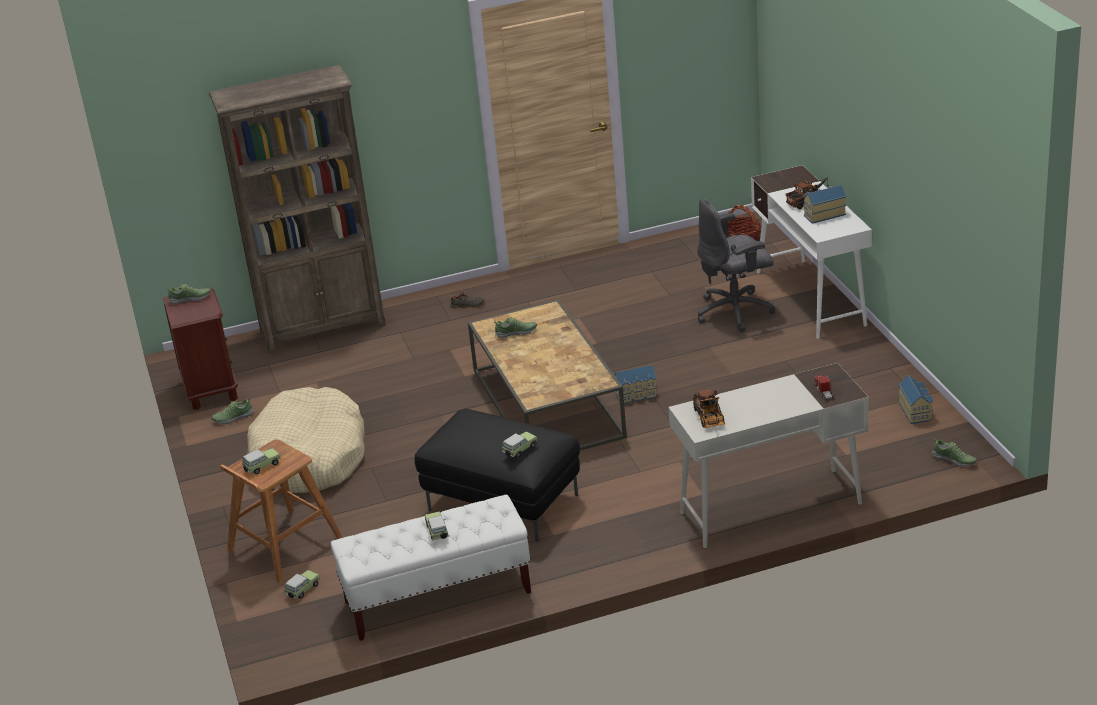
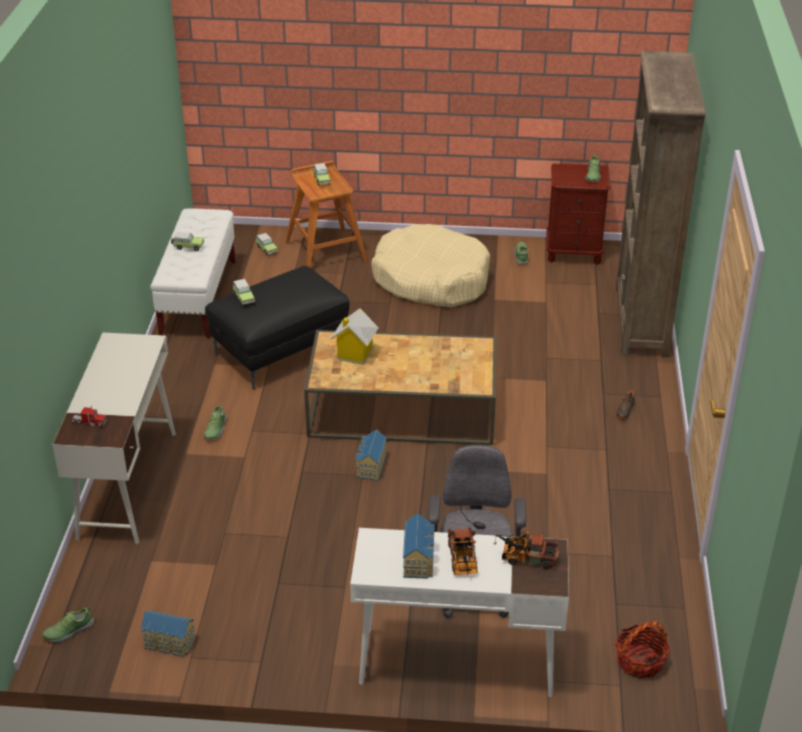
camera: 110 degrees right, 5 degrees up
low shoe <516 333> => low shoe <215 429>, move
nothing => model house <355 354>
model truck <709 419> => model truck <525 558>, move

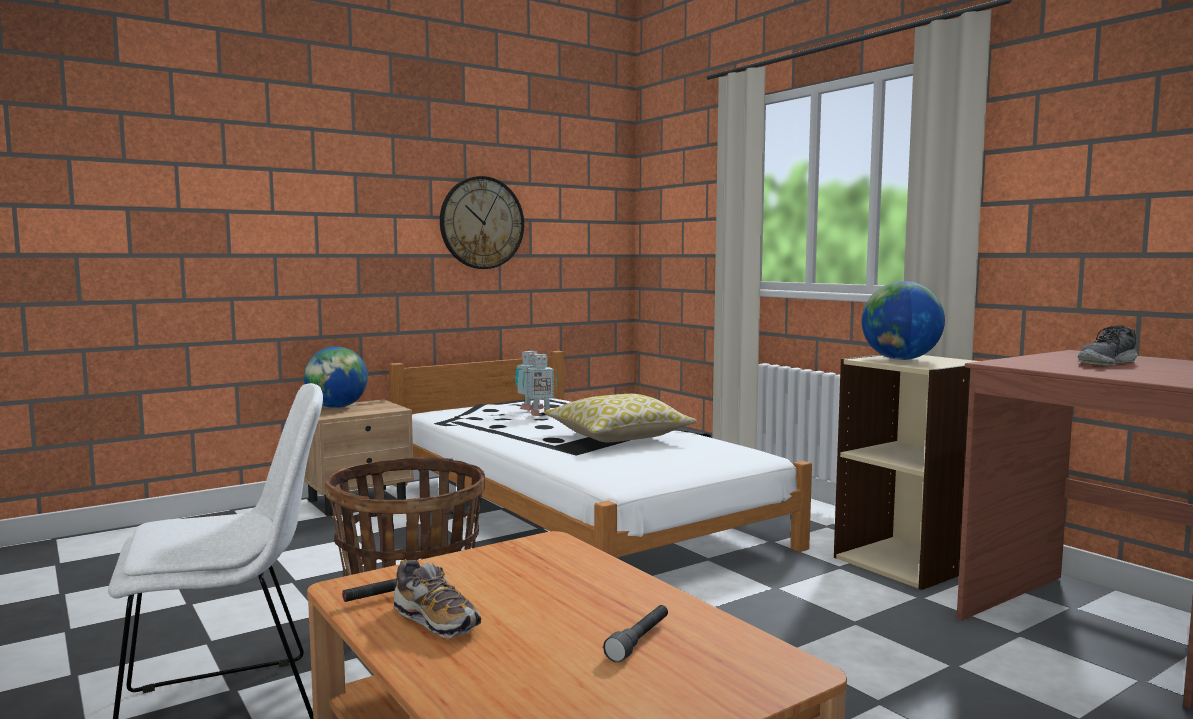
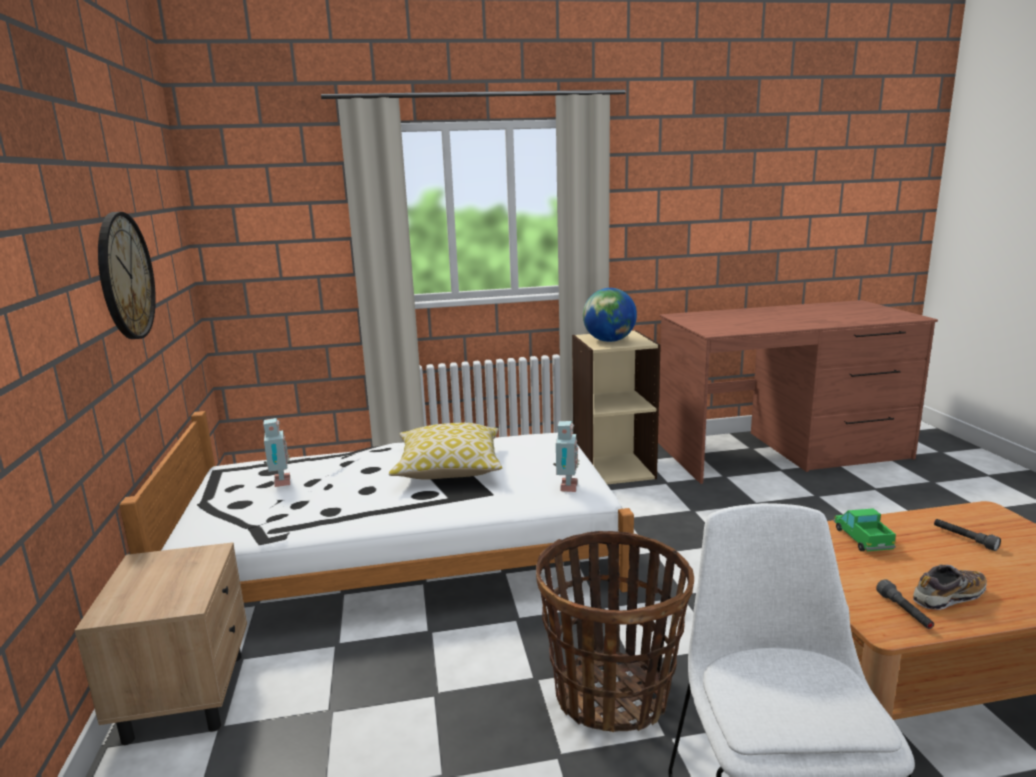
camera: 65 degrees left, 10 degrees up
robot figure <540 414> => robot figure <566 487>, move
nothing => model truck <862 539>
world globe <337 407> => nothing
low shoe <1107 363> => nothing

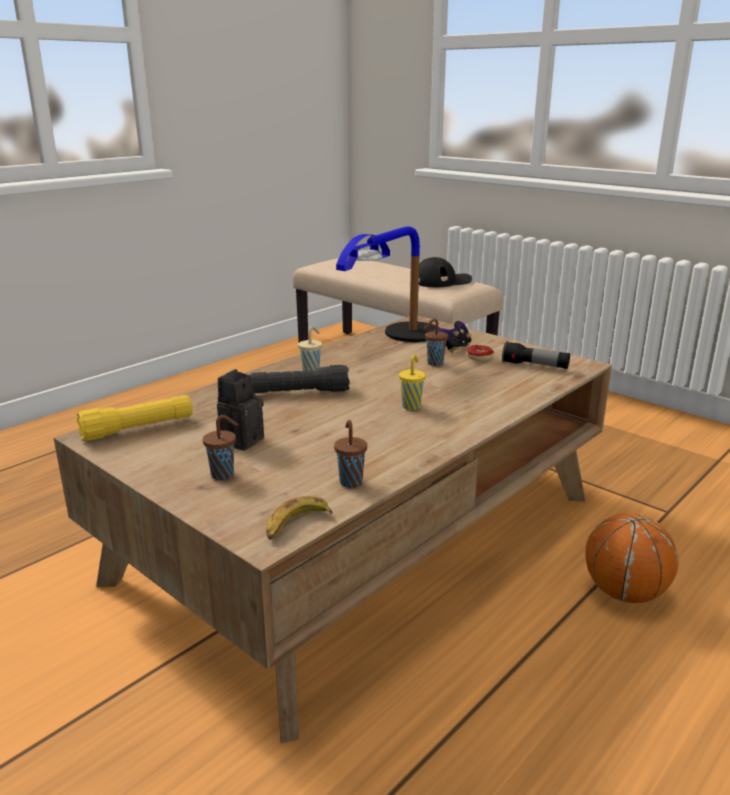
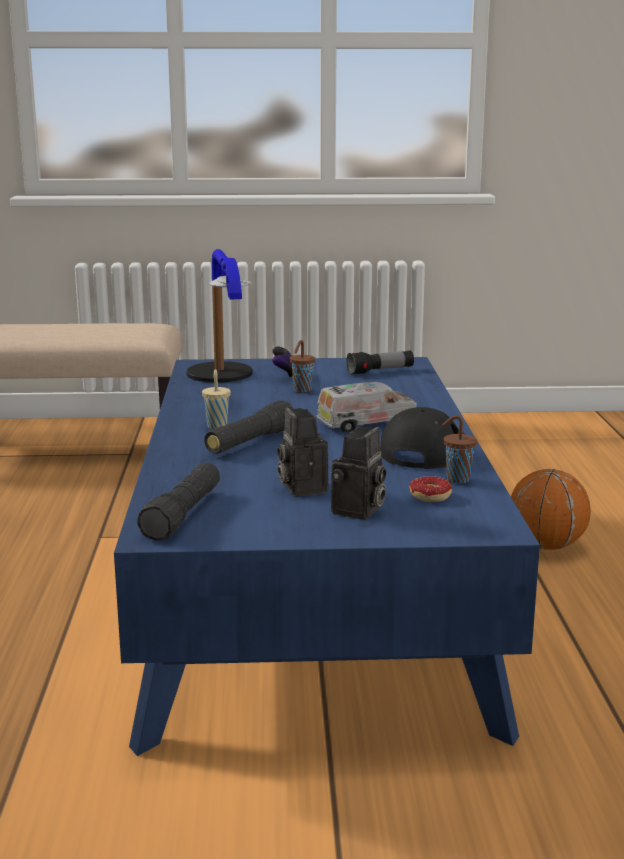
camera: 45 degrees left, 5 degrees down
coffee table in brown <366 536> => coffee table in blue-coloured <312 594>
flashlight in yellow <138 429> => flashlight in black <183 515>
cup in yellow <411 406> => model truck <366 423>
cup in brown <224 475> => photo camera <358 511>
cap in black <442 281> => cap in black <426 450>, move
doughnut <475 358> => doughnut <428 499>, move
whole banana <295 525> => nothing

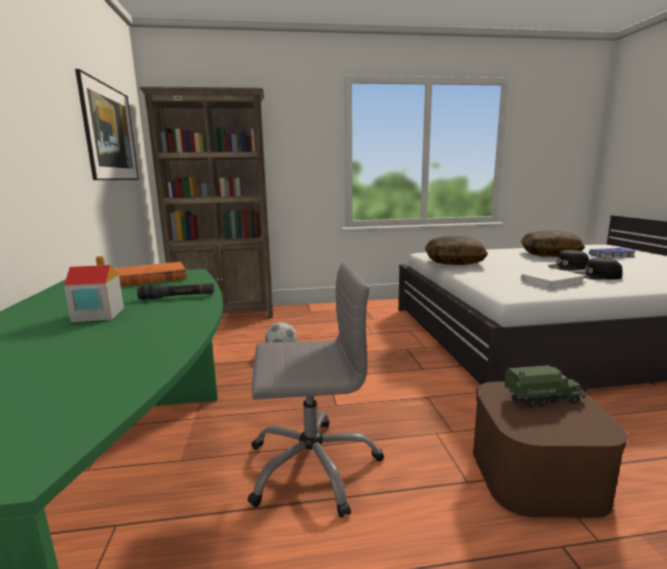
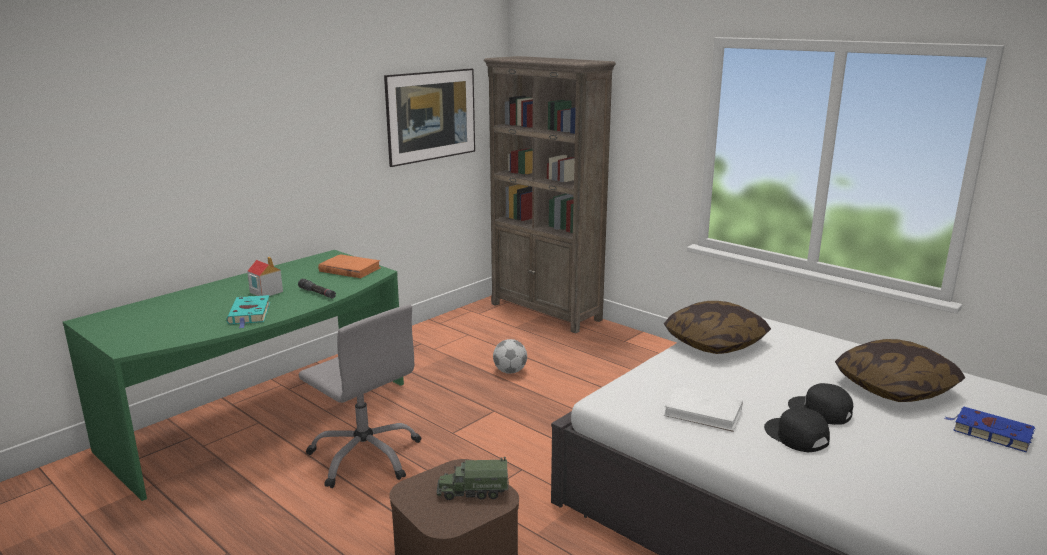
camera: 50 degrees right, 5 degrees up
nothing => bound book in turquoise-coloured <249 314>
model truck <543 398> => model truck <473 491>, 135 degrees clockwise

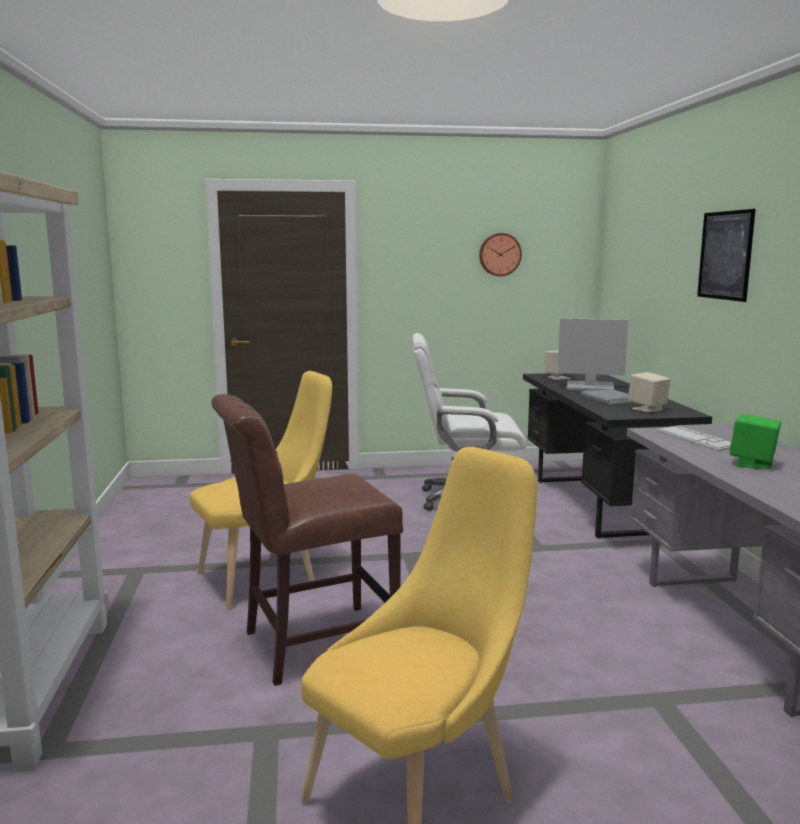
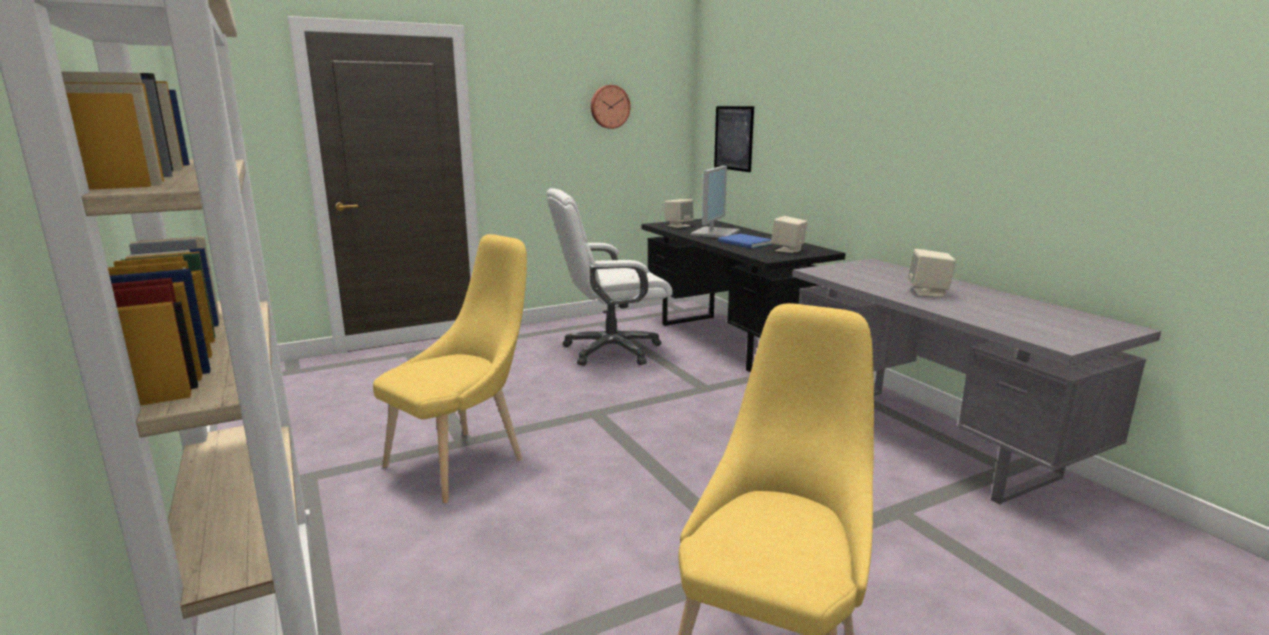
camera: 20 degrees left, 5 degrees up
monitor <589 387> => monitor <714 233>, 120 degrees clockwise
wall picture <725 255> => wall picture <733 138>, move
bound book in gray <609 399> => bound book in blue-coloured <745 243>
speaker in greenish <752 464> => speaker in sand-coloured <928 293>
plain chair in brown <311 644> => nothing
PC keyboard <696 439> => nothing

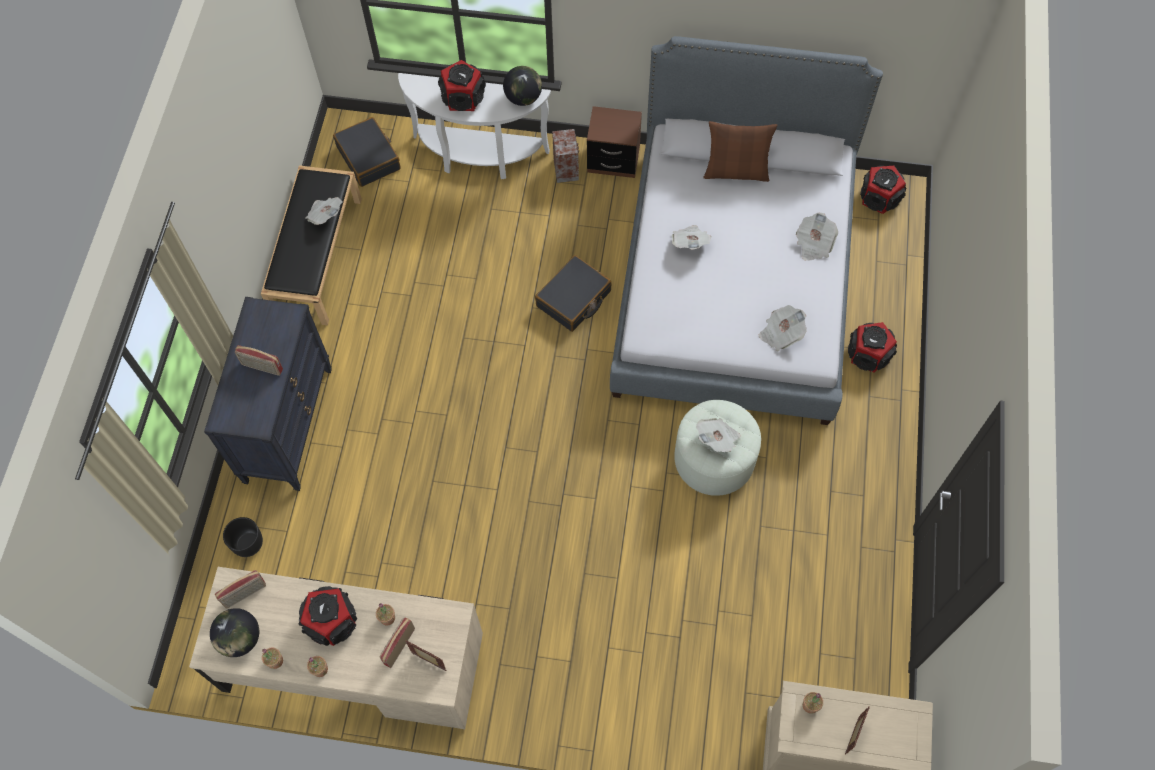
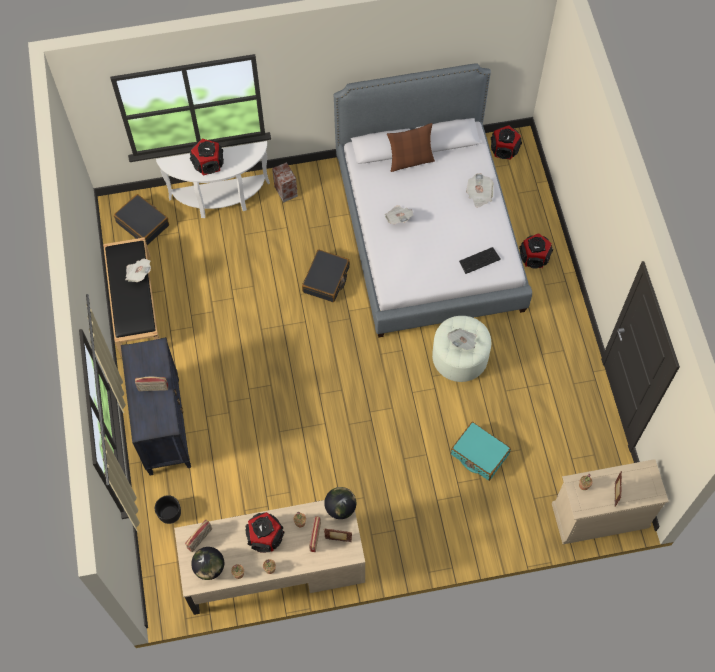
camera: 20 degrees left, 0 degrees up
world globe <523 98> => world globe <340 508>, move
nothing => piece of luggage in turquoise-coloured <479 454>
daily paper <780 333> => PC keyboard <479 261>
bedside table in brown <613 160> => nothing

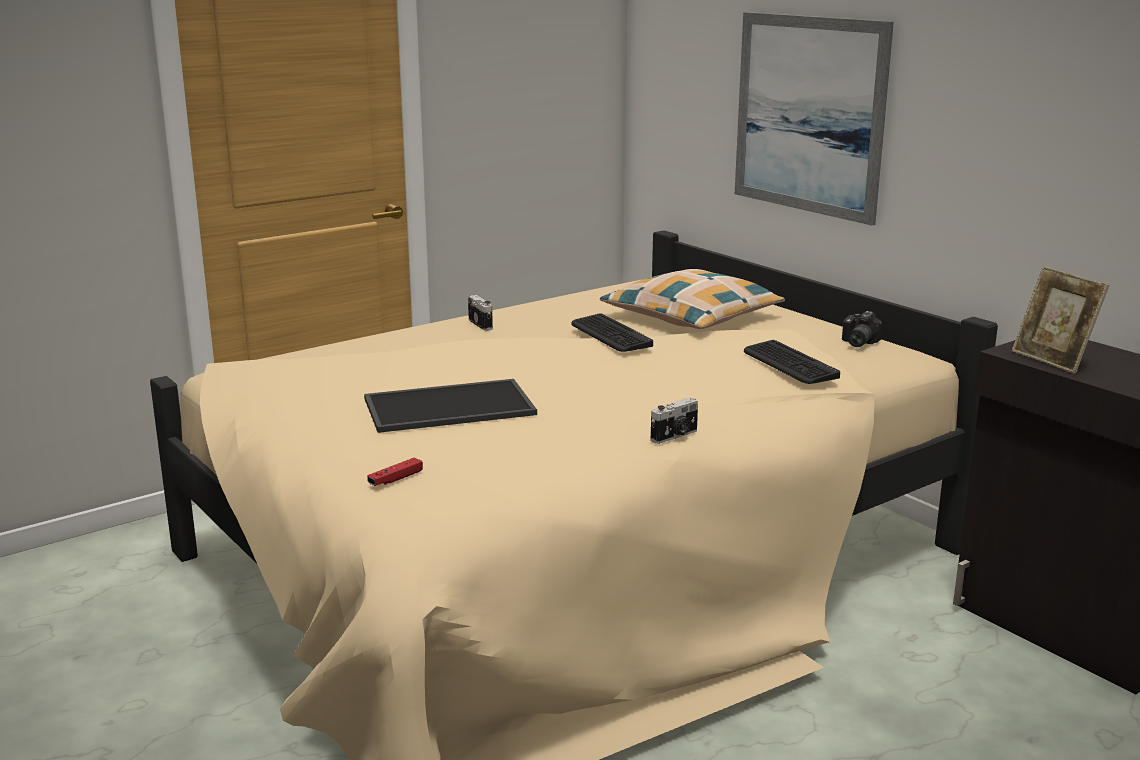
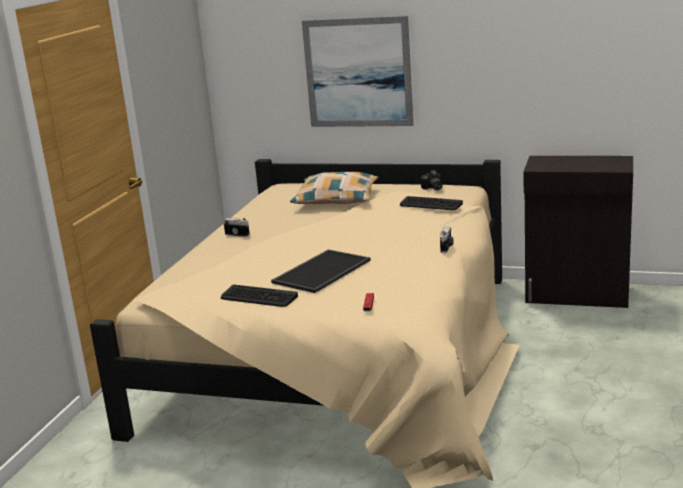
camera: 35 degrees left, 0 degrees up
PC keyboard <610 334> => PC keyboard <258 297>, move
photo frame <1052 360> => nothing

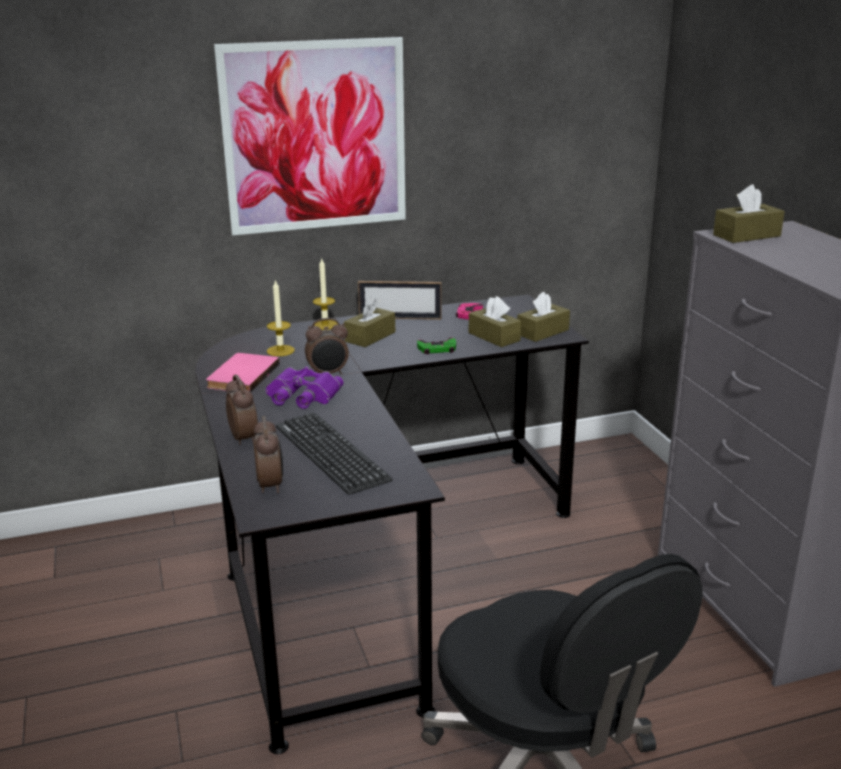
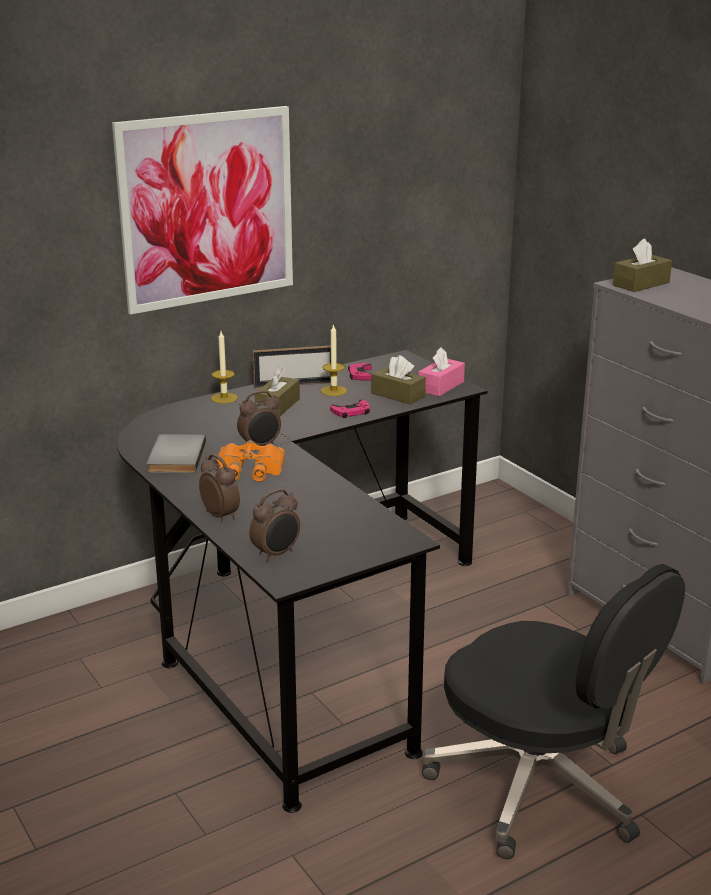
camera: 15 degrees left, 0 degrees up
bound book in pink-coloured <241 376> => bound book in gray <174 457>
field glasses in purple <301 396> => field glasses in orangey <248 470>
bedside clock <271 485> => bedside clock <276 554>, 75 degrees clockwise
wax candle <280 350> => wax candle <333 391>, move
gamepad in greenish <437 349> => gamepad in pink-coloured <351 412>
tissue box in brown <542 332> => tissue box in pink-coloured <441 386>
PC keyboard <331 453> => nothing

